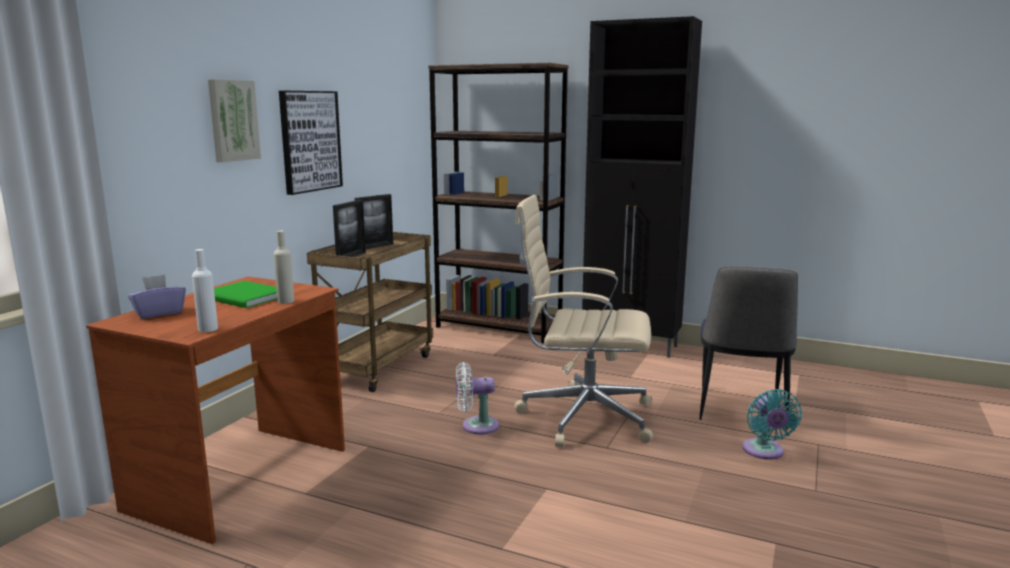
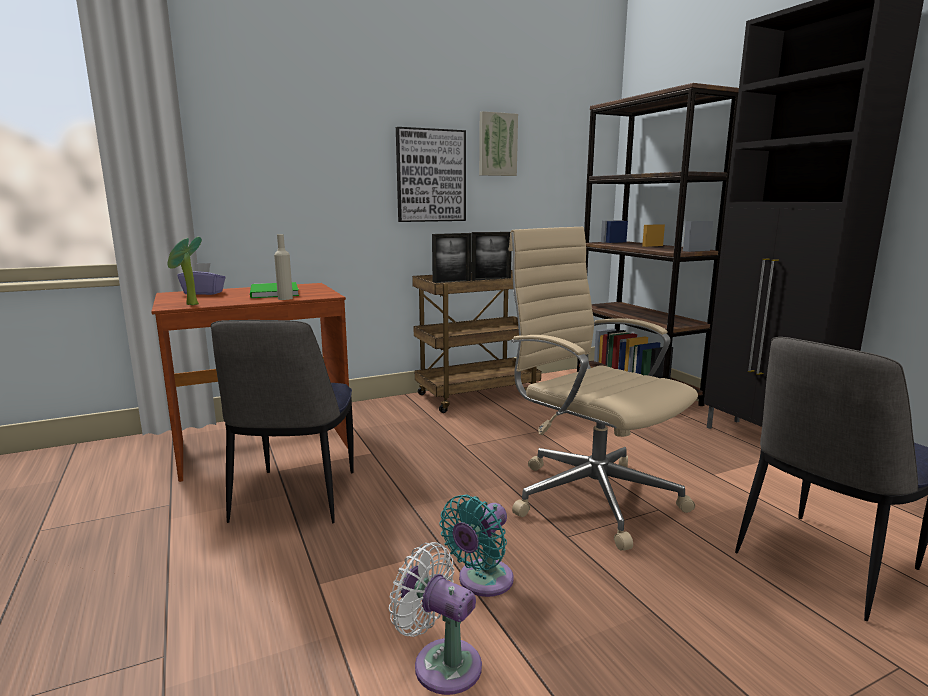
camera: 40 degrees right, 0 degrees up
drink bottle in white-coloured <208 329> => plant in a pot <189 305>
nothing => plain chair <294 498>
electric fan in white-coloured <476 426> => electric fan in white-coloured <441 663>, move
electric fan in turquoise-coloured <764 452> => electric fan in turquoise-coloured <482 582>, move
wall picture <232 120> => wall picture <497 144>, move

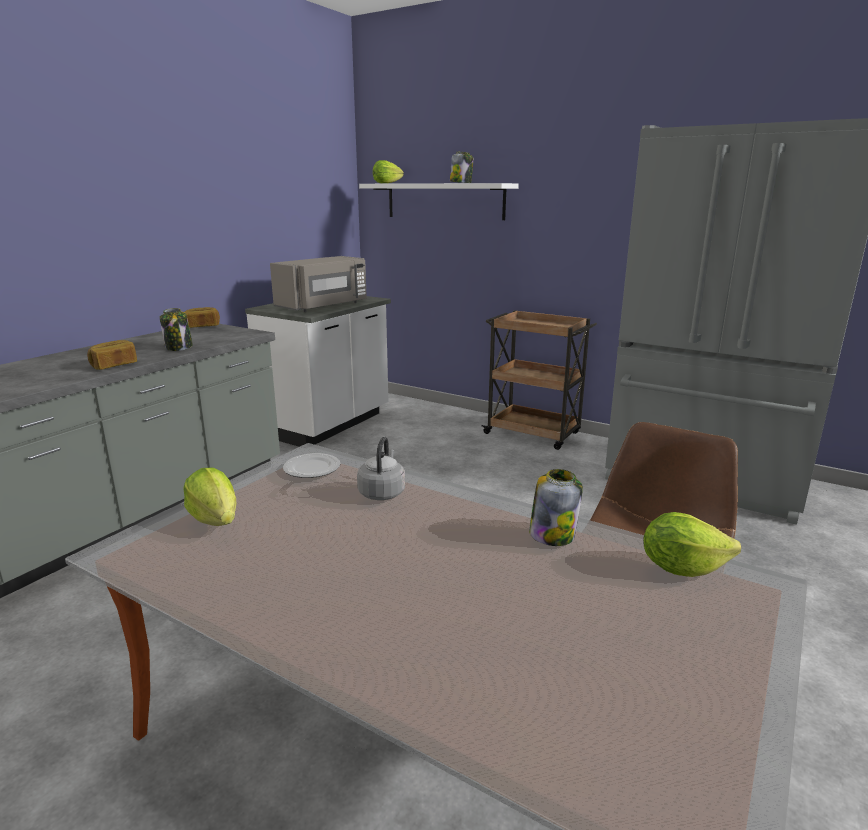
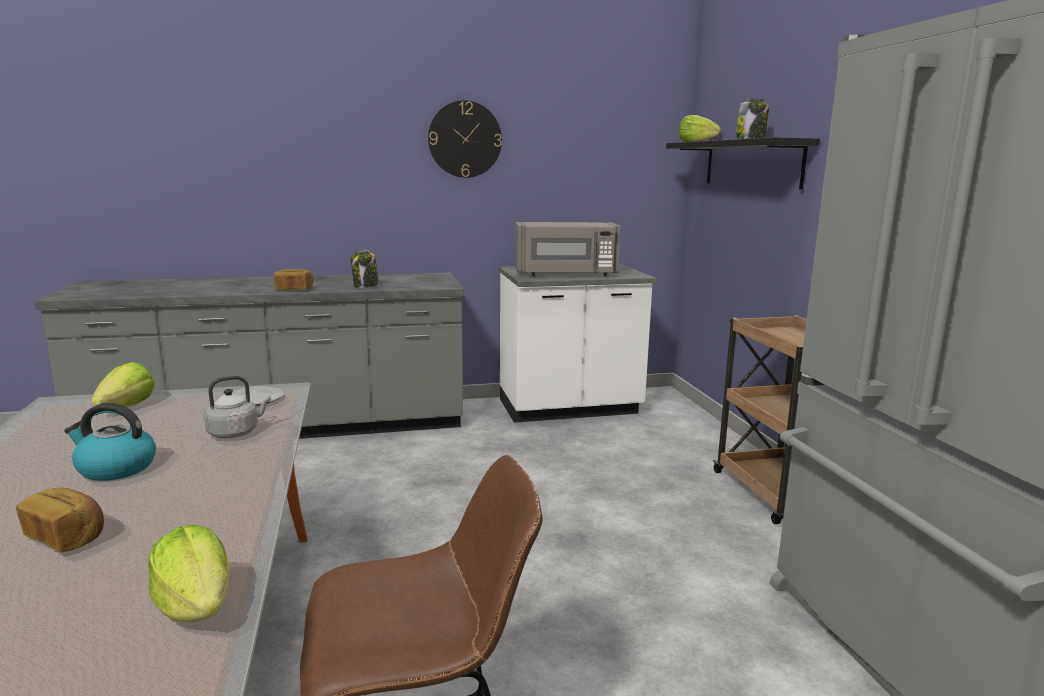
camera: 45 degrees right, 5 degrees down
baked bread <202 326> => baked bread <67 537>, move
nothing => water kettle <115 468>
nothing => hanging clock <465 139>
bracket shelf in white-coloured <444 201> => bracket shelf in black <751 163>
storage jar <552 534> => nothing

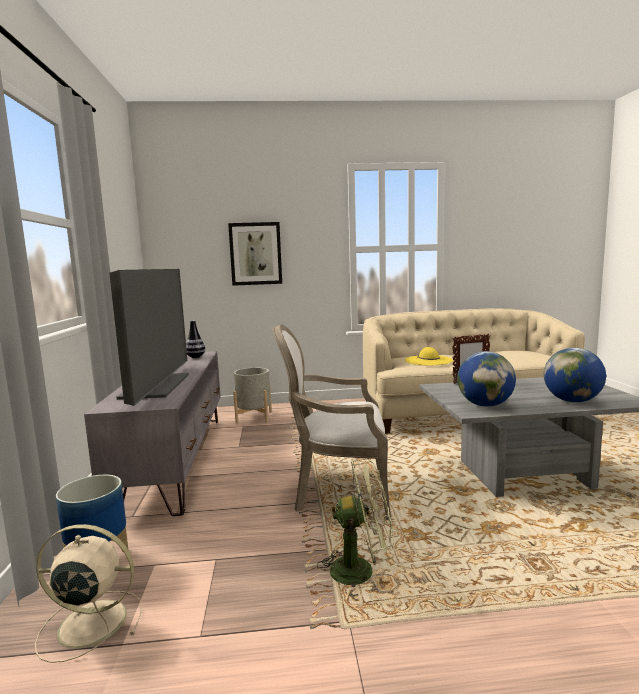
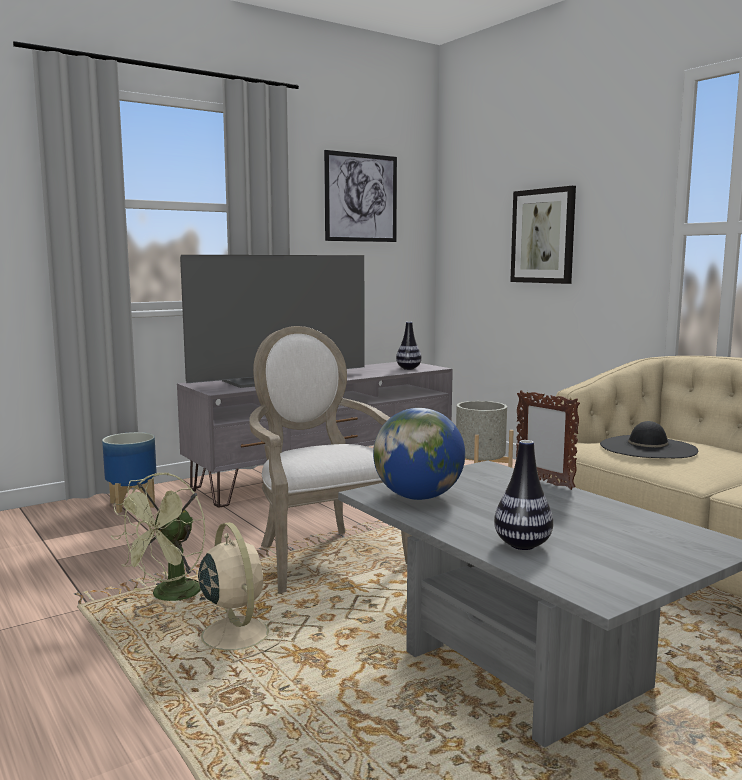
camera: 60 degrees right, 0 degrees up
electric fan in greenish <361 569> => electric fan in greenish <170 597>, 60 degrees clockwise
electric fan in sand-coloured <89 623> => electric fan in sand-coloured <234 633>, move
nothing => wall picture <361 197>
world globe <572 401> => flower vase <522 545>
clothing hat in yellow <429 360> => clothing hat in black <648 448>

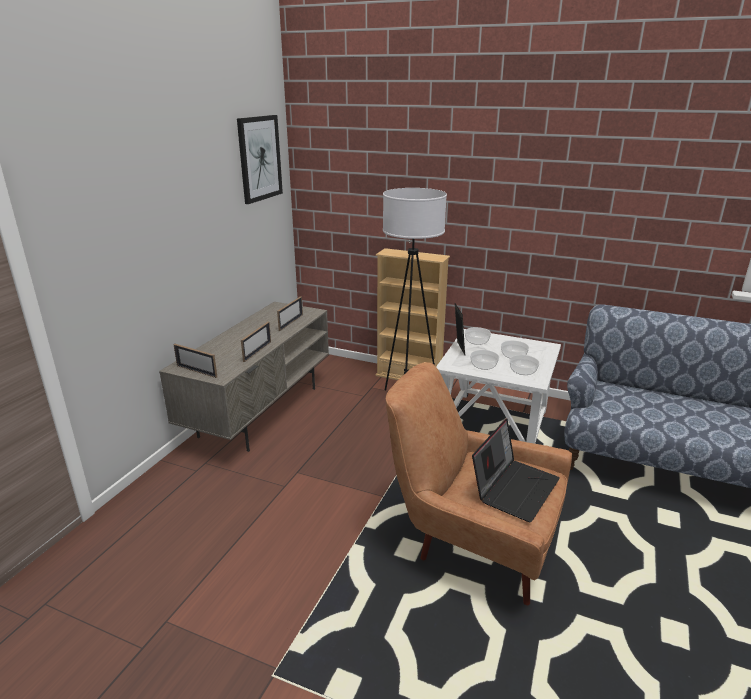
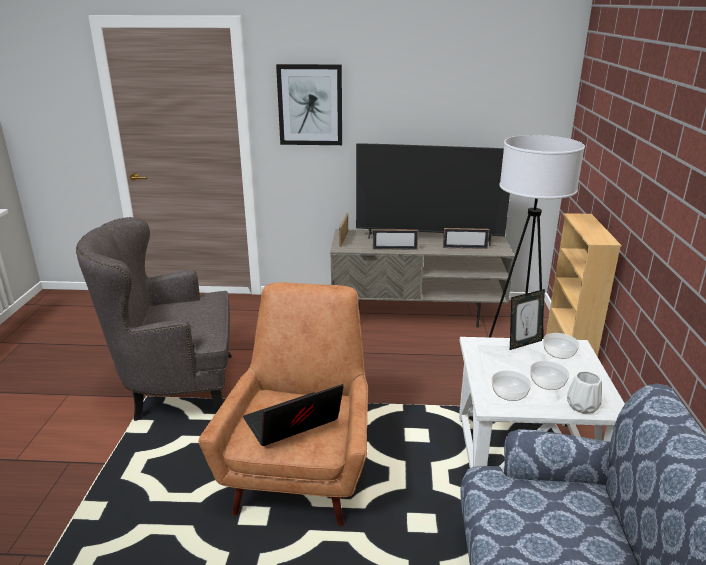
camera: 70 degrees right, 0 degrees up
nothing => armchair in gray <177 392>
laptop <514 487> => laptop <292 424>, 135 degrees clockwise
wall picture <259 158> => wall picture <310 105>, move
nothing => television <428 239>
nothing => flower vase in white-coloured <581 406>
serving bowl <483 366> => nothing

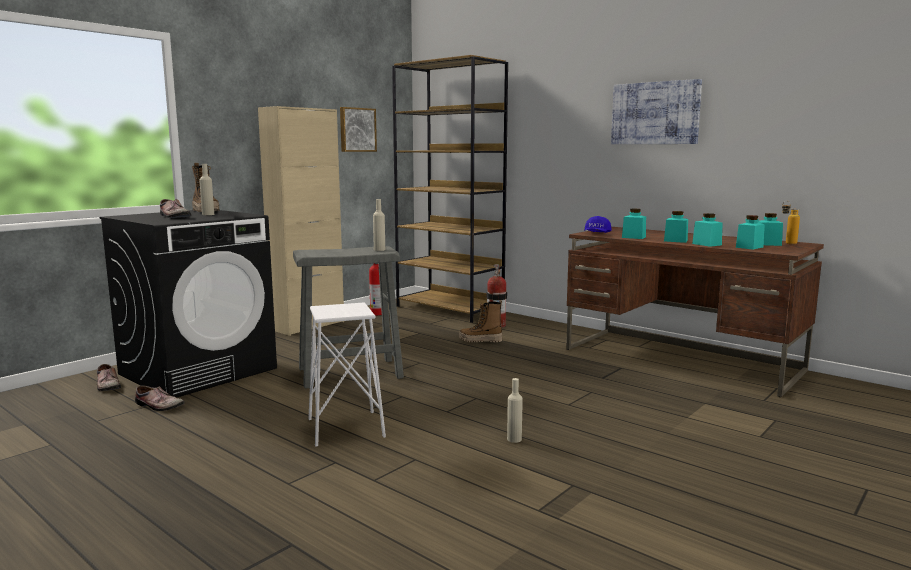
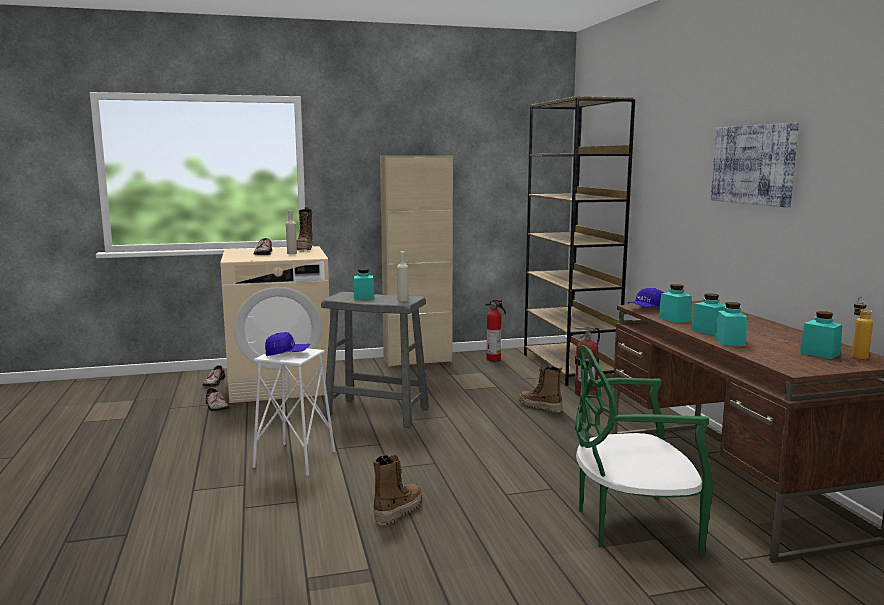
camera: 35 degrees right, 0 degrees up
washing machine in black <199 371> => washing machine in sand-coloured <281 384>
nothing => cap in blue-coloured <287 354>
storage jar in turquoise-coloured <749 247> => storage jar in turquoise-coloured <364 297>, move
drink bottle in sand-coloured <514 439> => boot <397 511>
nothing => plain chair in greenish <631 526>
wall picture <357 130> => nothing

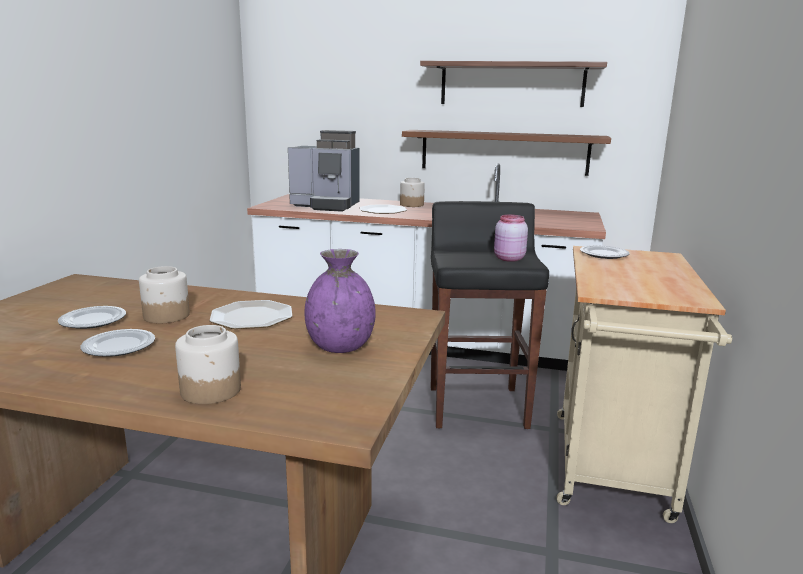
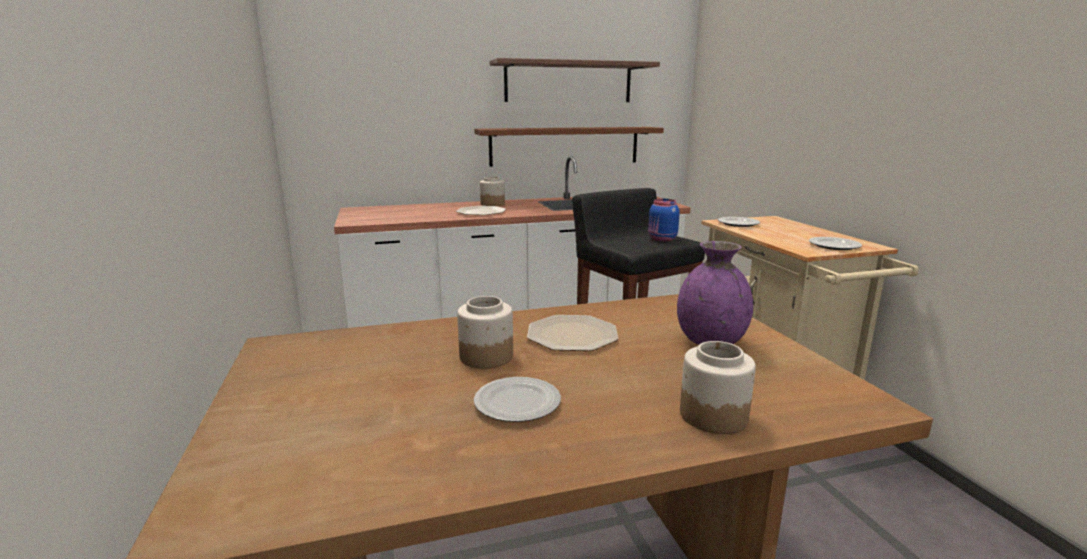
camera: 30 degrees left, 0 degrees up
storage jar in pink-coloured <508 259> => storage jar in blue-coloured <662 239>
flat dish <94 320> => flat dish <834 246>, move
coffee brewer <327 206> => nothing

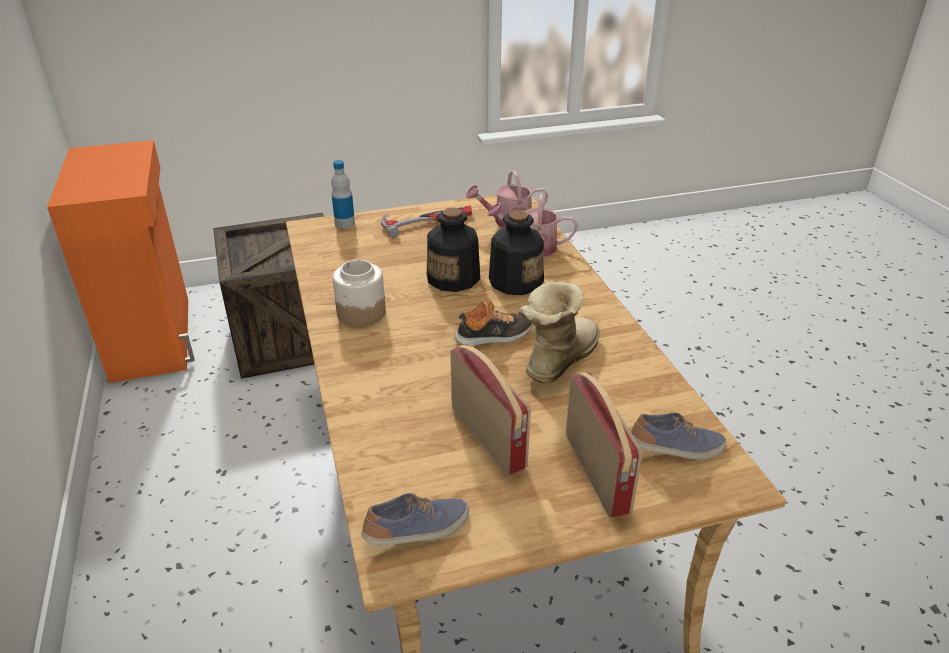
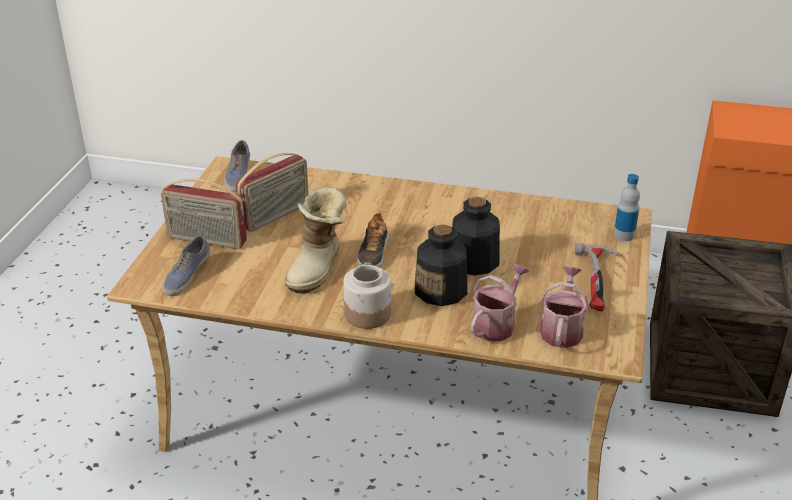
camera: 120 degrees right, 0 degrees up
radio <489 437> => radio <276 216>, 45 degrees counterclockwise
boot <556 359> => boot <318 268>, 45 degrees clockwise
storage jar <361 313> => storage jar <368 314>, move

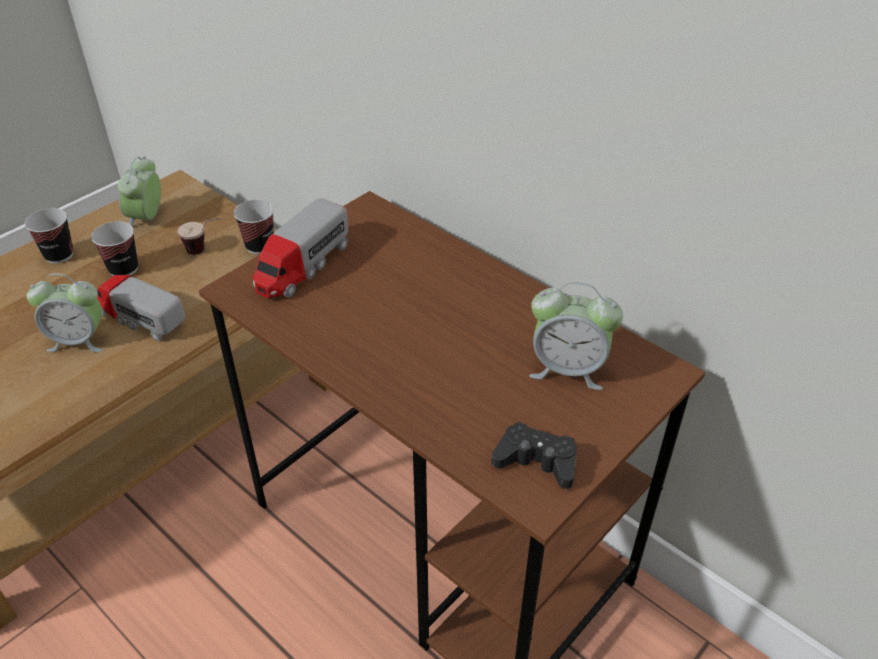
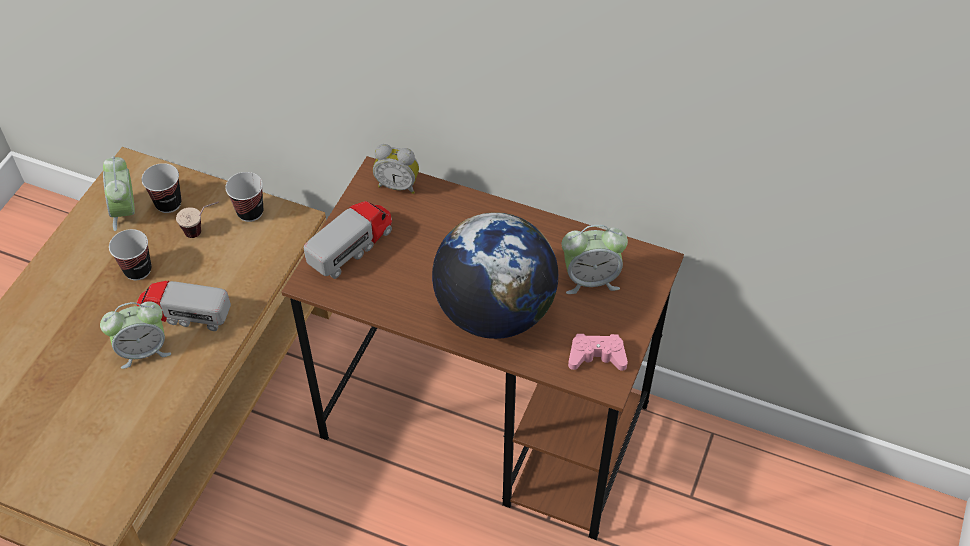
camera: 20 degrees left, 10 degrees up
cup <59 255> => cup <168 203>, move
model truck <302 266> => model truck <352 246>, 150 degrees counterclockwise
nothing => bedside clock <398 185>
nothing => world globe <494 311>
gamepad in black <536 461> => gamepad in pink-coloured <596 356>

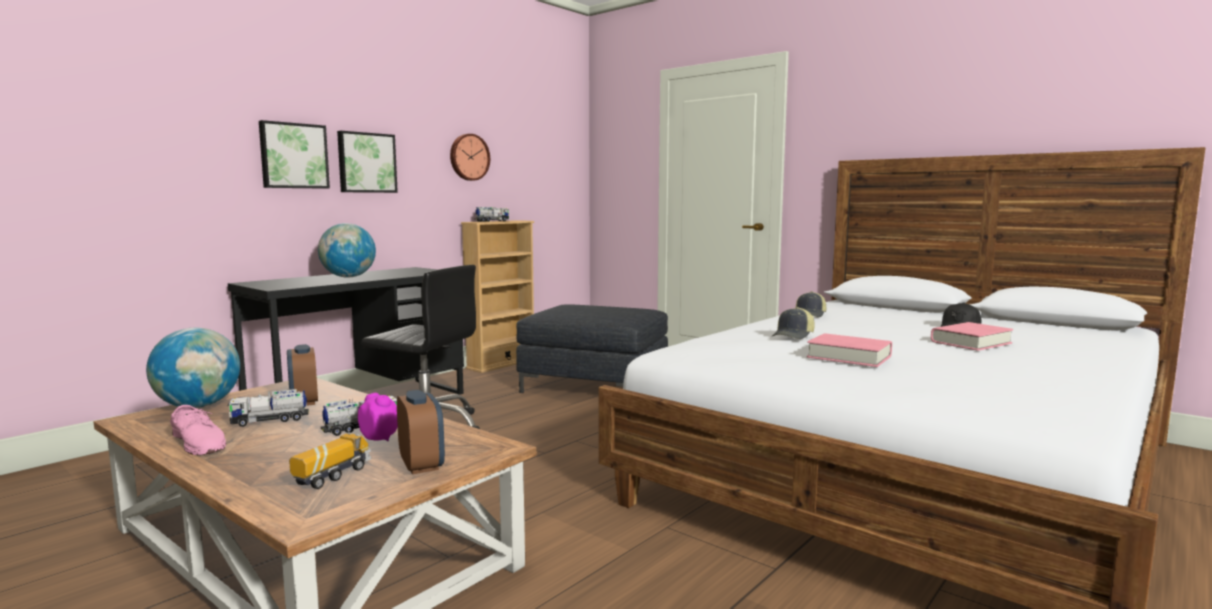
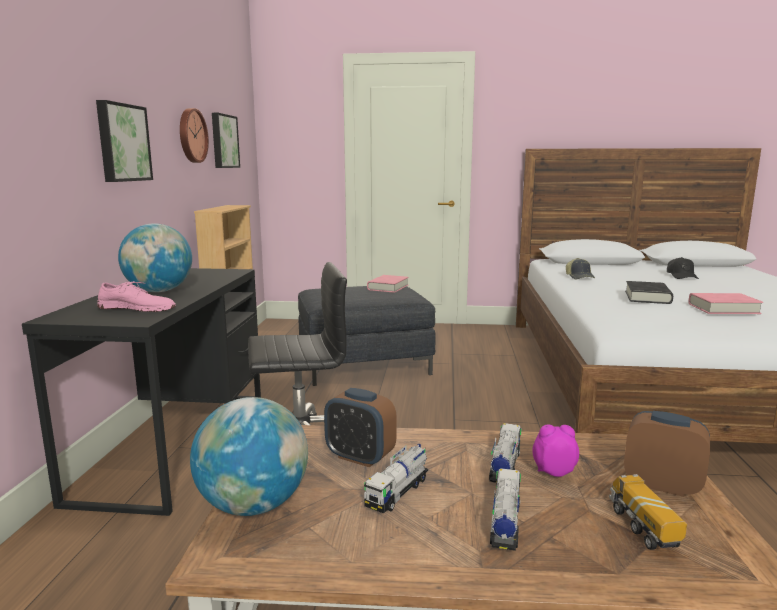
camera: 35 degrees left, 5 degrees up
low shoe in pink-coloured <199 442> => low shoe in pink-coloured <137 308>, move
wall picture <293 156> => wall picture <223 141>, move
bound book in pink-coloured <970 342> => bound book in pink-coloured <388 287>, move
model truck <492 221> => model truck <505 523>, move
cap <794 336> => bound book in black <647 297>

